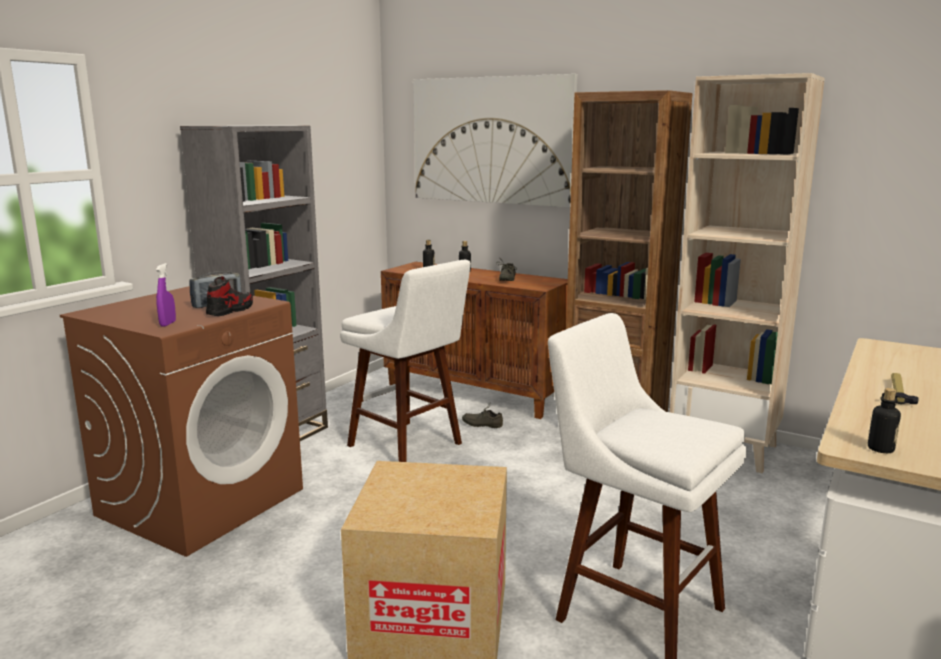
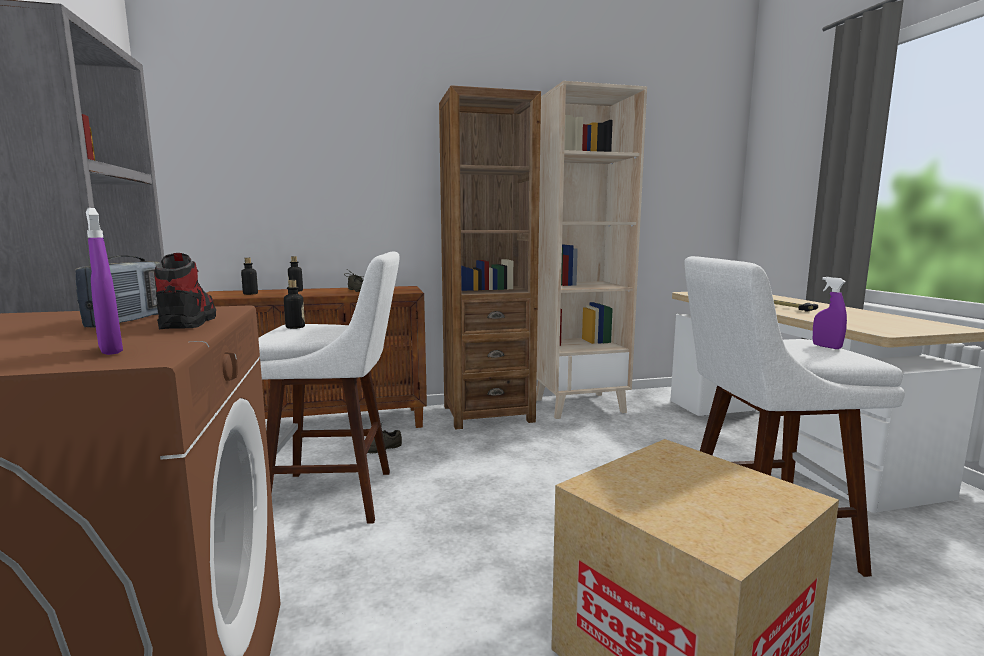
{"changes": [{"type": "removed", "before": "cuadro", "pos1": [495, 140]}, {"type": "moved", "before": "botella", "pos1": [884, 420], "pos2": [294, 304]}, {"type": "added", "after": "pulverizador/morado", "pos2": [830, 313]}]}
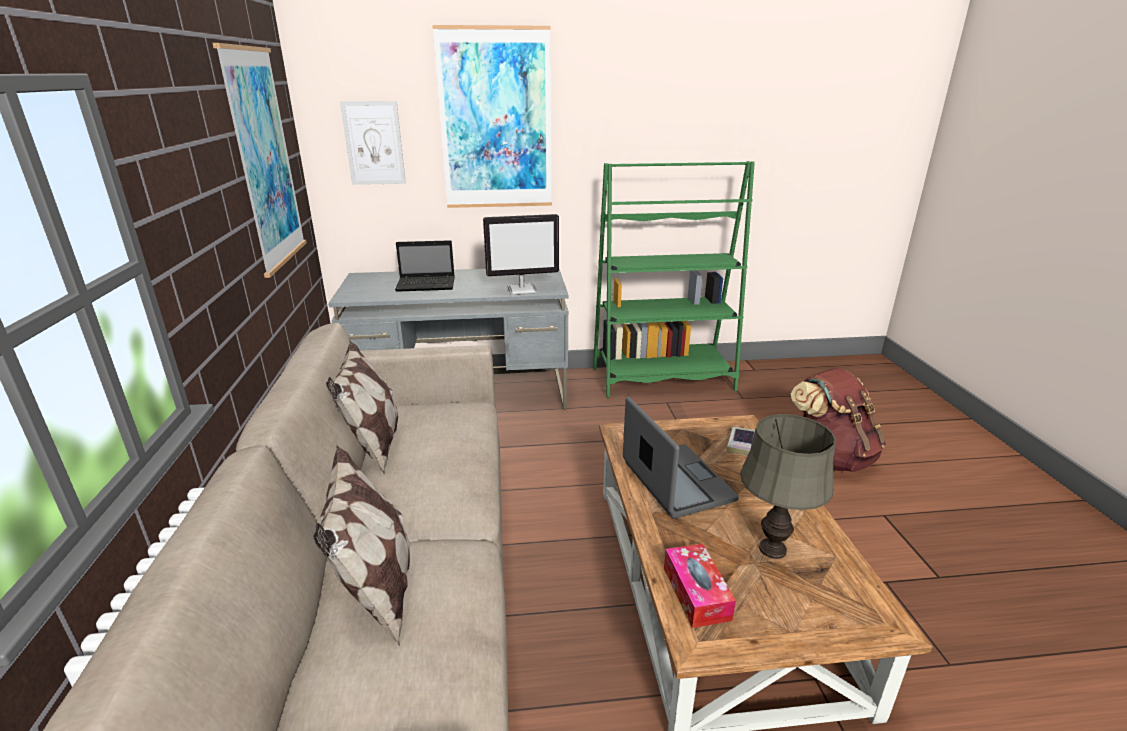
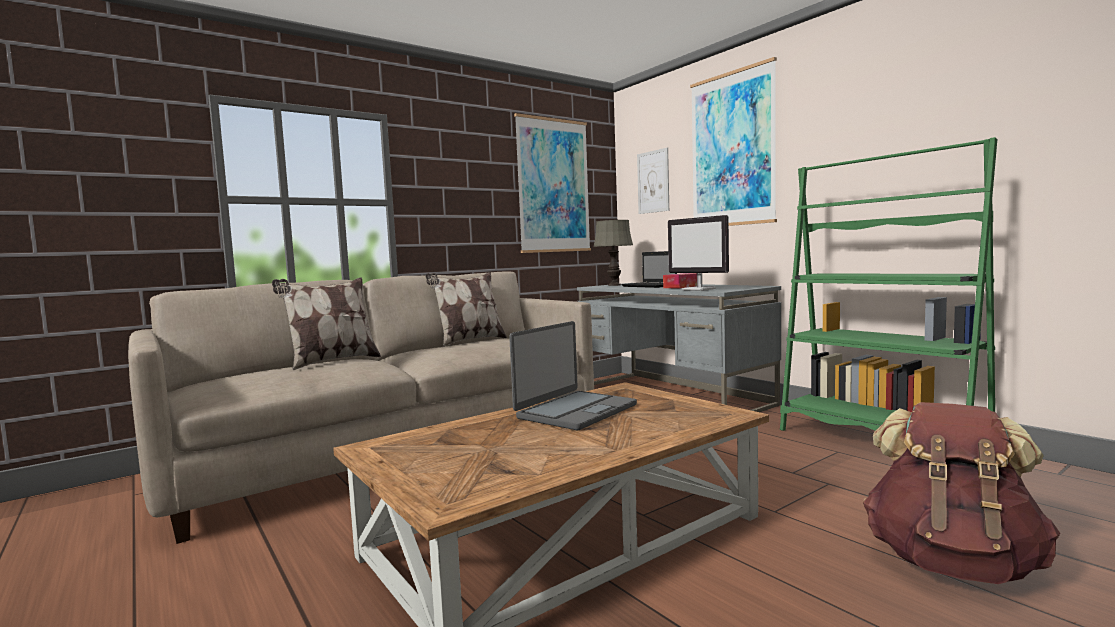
{"changes": [{"type": "moved", "before": "lámpara de mesa/gris", "pos1": [788, 486], "pos2": [613, 253]}, {"type": "removed", "before": "libro", "pos1": [741, 441]}, {"type": "moved", "before": "caja de pañuelos", "pos1": [700, 586], "pos2": [680, 281]}]}
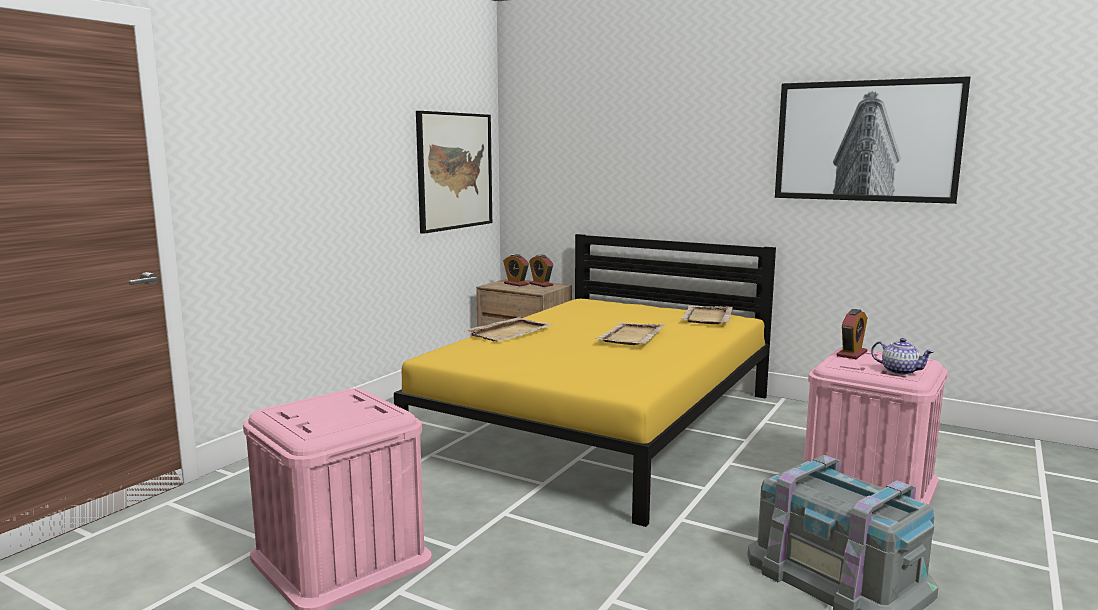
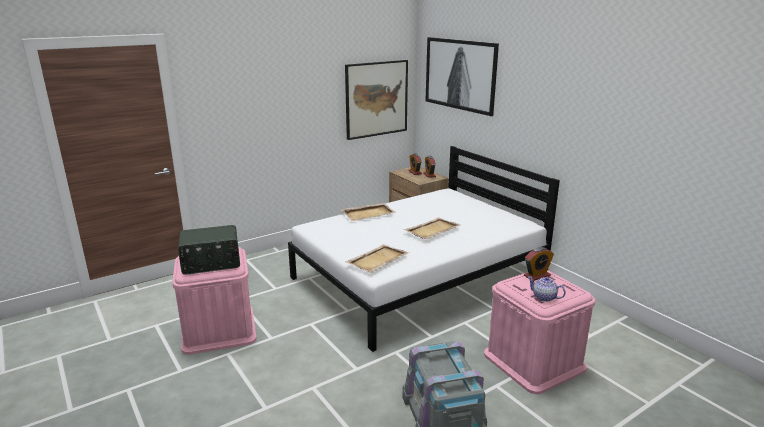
{"changes": [{"type": "moved", "before": "cuadro", "pos1": [873, 140], "pos2": [462, 76]}, {"type": "recoloured", "before": "cama/amarillo", "after": "cama/blanco", "pos1": [585, 380], "pos2": [424, 249]}, {"type": "moved", "before": "bandeja/beis", "pos1": [707, 315], "pos2": [377, 258]}, {"type": "turned", "before": "tetera", "pos1": [902, 356], "pos2": [547, 289], "turn": 150}, {"type": "added", "after": "radio", "pos2": [209, 250]}]}
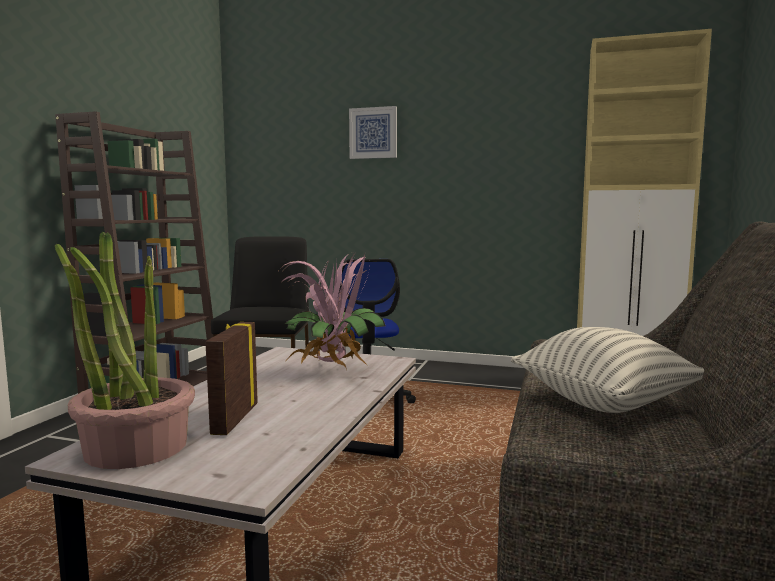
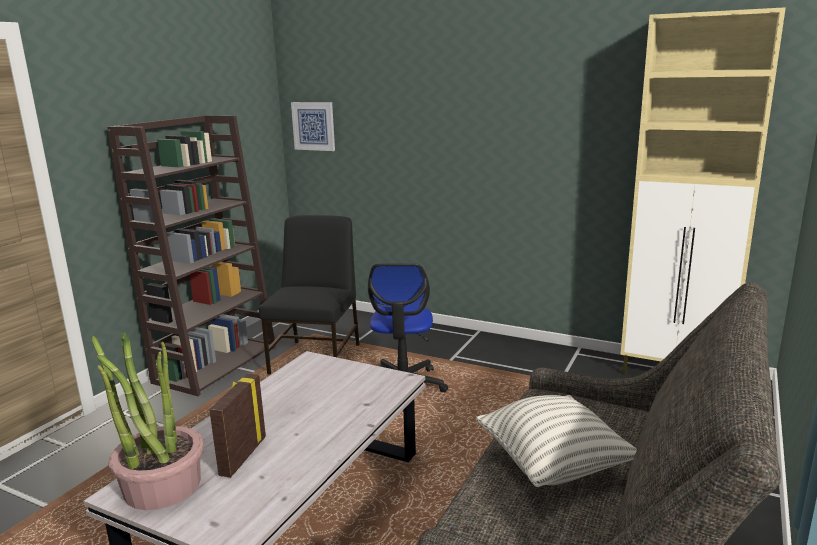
{"changes": [{"type": "moved", "before": "cuadro", "pos1": [373, 132], "pos2": [313, 126]}, {"type": "removed", "before": "planta en maceta", "pos1": [332, 311]}]}
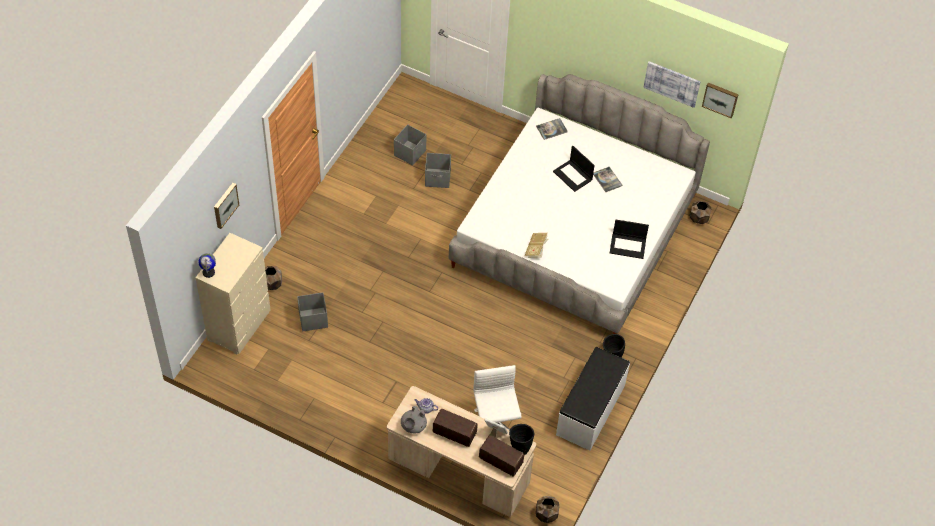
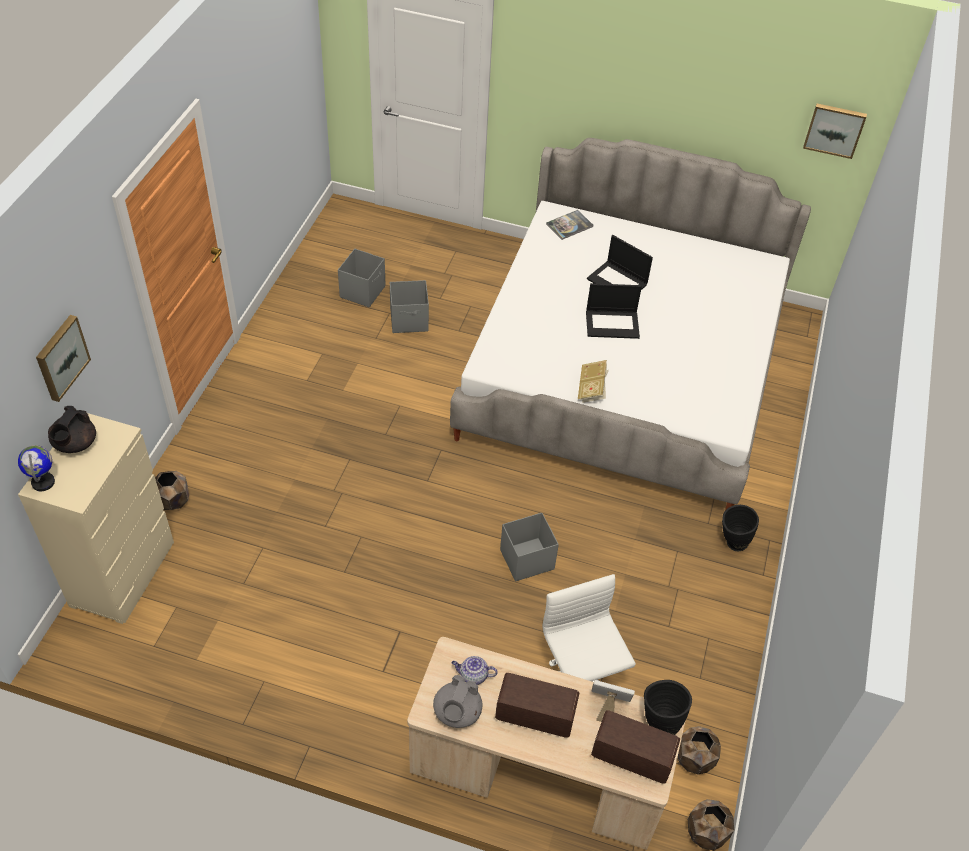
{"changes": [{"type": "removed", "before": "cuadro", "pos1": [672, 84]}, {"type": "removed", "before": "libro", "pos1": [608, 179]}, {"type": "moved", "before": "maceta/marrón", "pos1": [700, 212], "pos2": [699, 750]}, {"type": "moved", "before": "portátil", "pos1": [629, 239], "pos2": [614, 311]}, {"type": "moved", "before": "caja de almacenaje/gris", "pos1": [312, 311], "pos2": [529, 547]}, {"type": "removed", "before": "banco/blanco", "pos1": [593, 399]}, {"type": "added", "after": "tetera/negro", "pos2": [72, 429]}]}
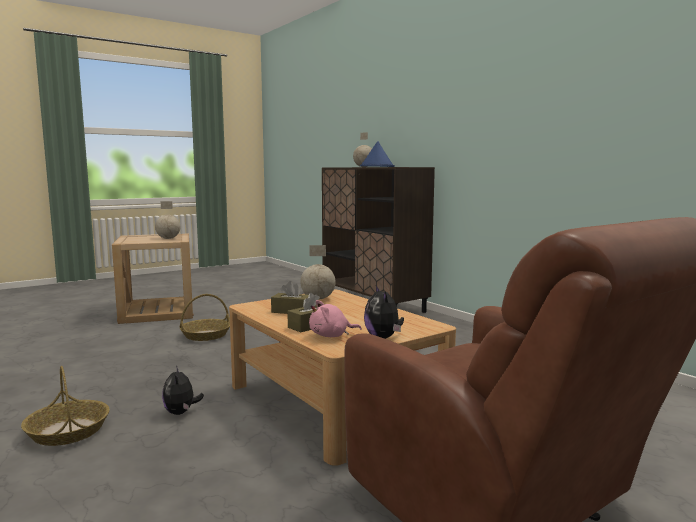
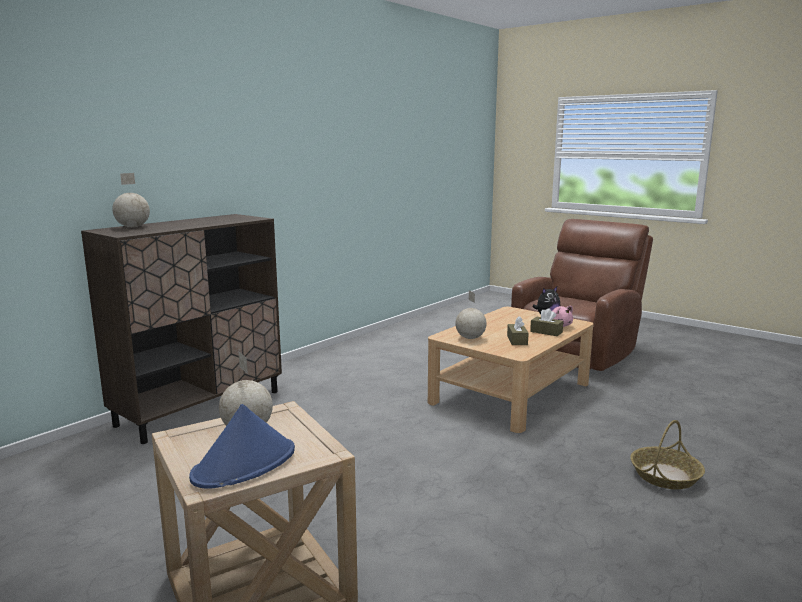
{"changes": [{"type": "moved", "before": "sombrero/azul", "pos1": [377, 154], "pos2": [242, 446]}, {"type": "removed", "before": "cesta", "pos1": [205, 317]}, {"type": "removed", "before": "peluche", "pos1": [183, 390]}]}
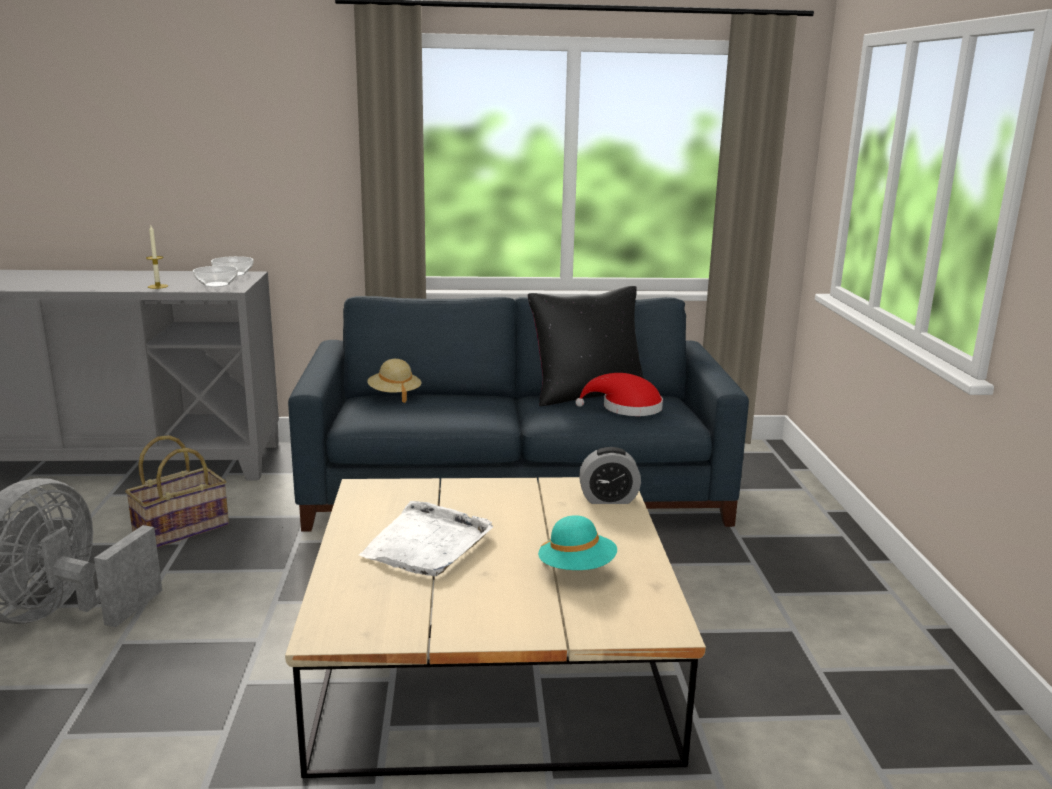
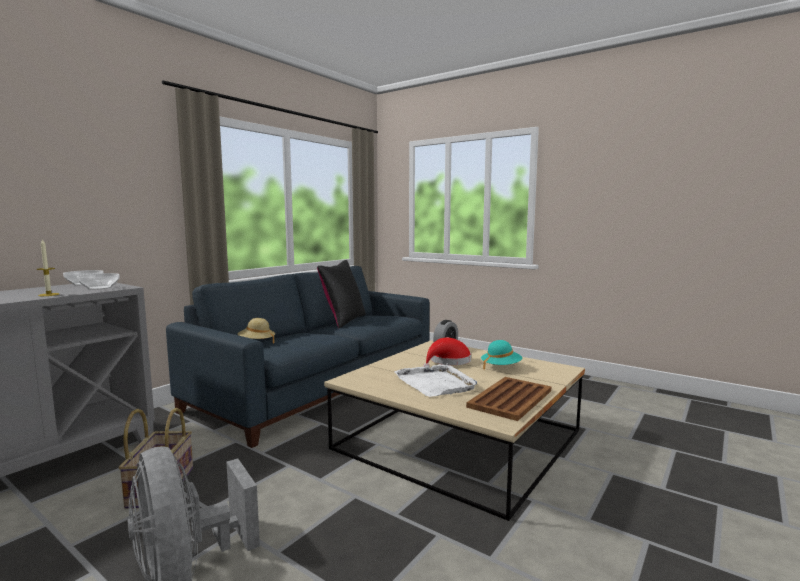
{"changes": [{"type": "moved", "before": "sombrero/rojo", "pos1": [619, 394], "pos2": [447, 352]}, {"type": "added", "after": "bandeja/marrón", "pos2": [508, 399]}]}
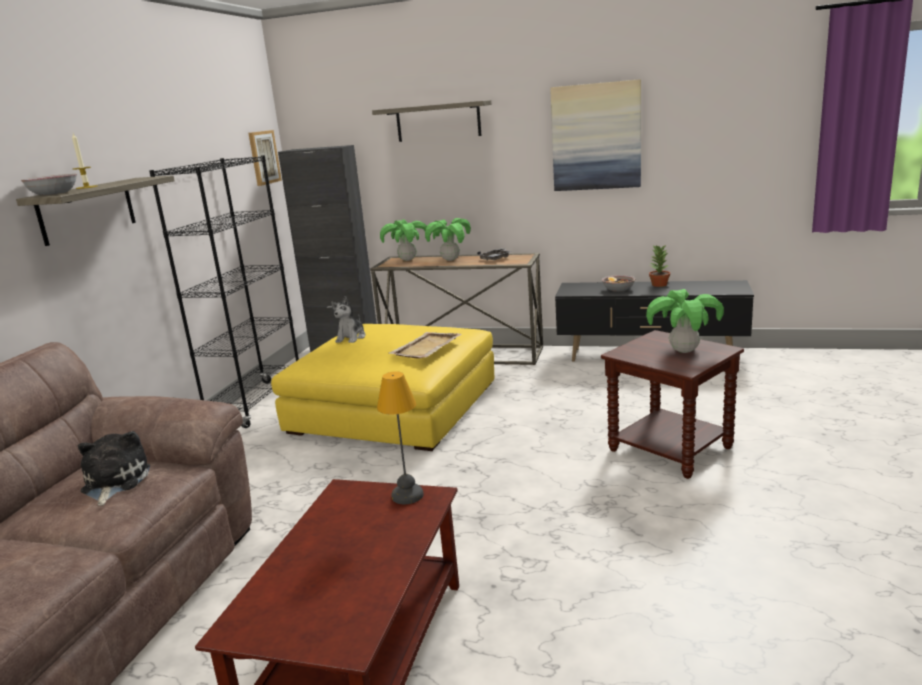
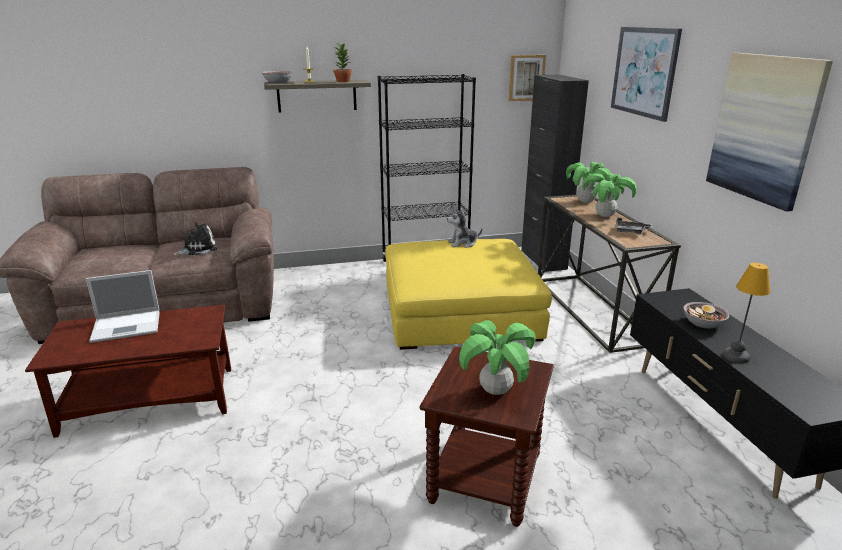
{"changes": [{"type": "replaced", "before": "estante", "after": "cuadro", "pos1": [431, 121], "pos2": [646, 74]}, {"type": "moved", "before": "planta en maceta", "pos1": [659, 266], "pos2": [342, 62]}, {"type": "removed", "before": "bandeja/beis", "pos1": [425, 345]}, {"type": "moved", "before": "lámpara de mesa", "pos1": [400, 437], "pos2": [746, 313]}, {"type": "added", "after": "portátil", "pos2": [123, 306]}]}
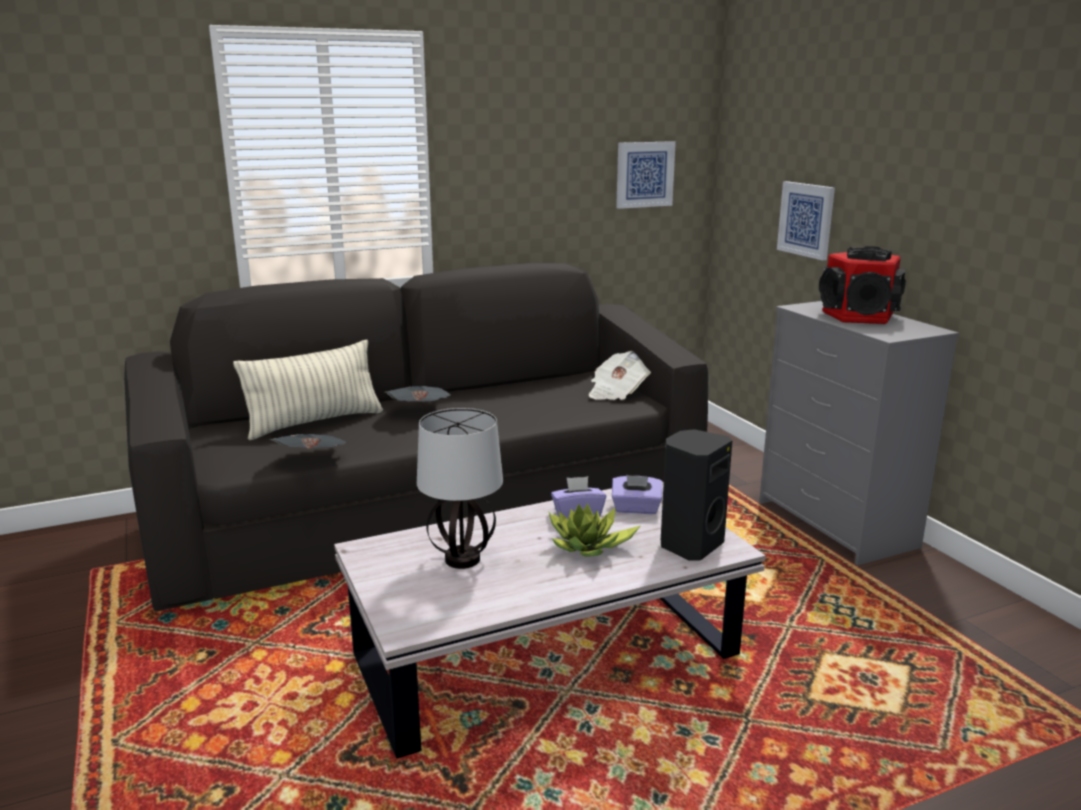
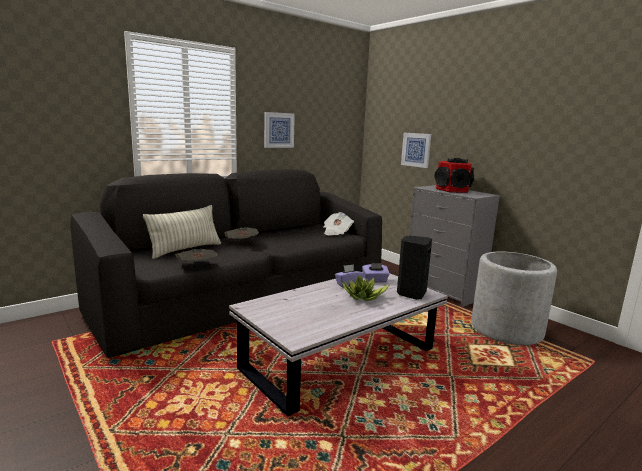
{"changes": [{"type": "moved", "before": "cuadro", "pos1": [646, 175], "pos2": [279, 130]}, {"type": "removed", "before": "lámpara de mesa", "pos1": [460, 488]}, {"type": "added", "after": "maceta/gris", "pos2": [514, 298]}]}
